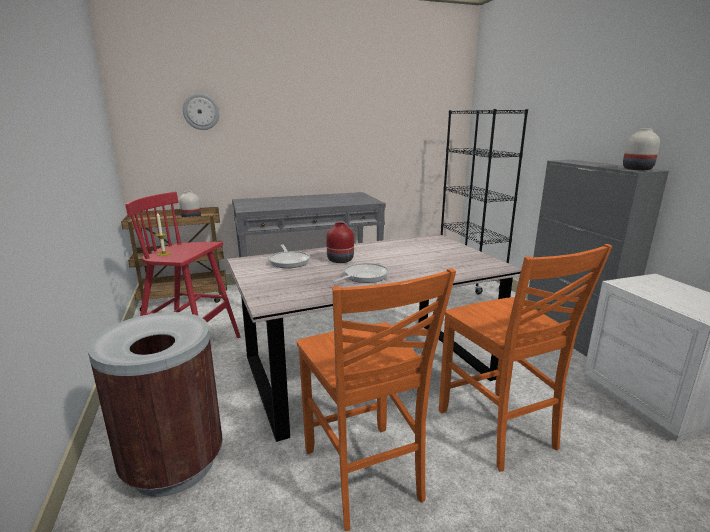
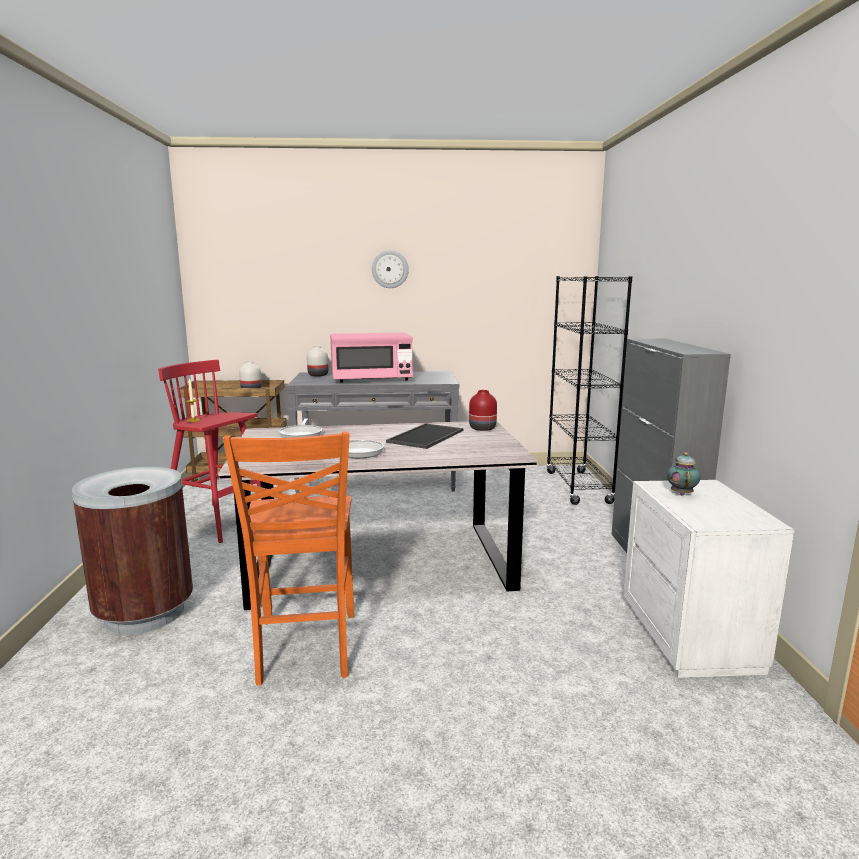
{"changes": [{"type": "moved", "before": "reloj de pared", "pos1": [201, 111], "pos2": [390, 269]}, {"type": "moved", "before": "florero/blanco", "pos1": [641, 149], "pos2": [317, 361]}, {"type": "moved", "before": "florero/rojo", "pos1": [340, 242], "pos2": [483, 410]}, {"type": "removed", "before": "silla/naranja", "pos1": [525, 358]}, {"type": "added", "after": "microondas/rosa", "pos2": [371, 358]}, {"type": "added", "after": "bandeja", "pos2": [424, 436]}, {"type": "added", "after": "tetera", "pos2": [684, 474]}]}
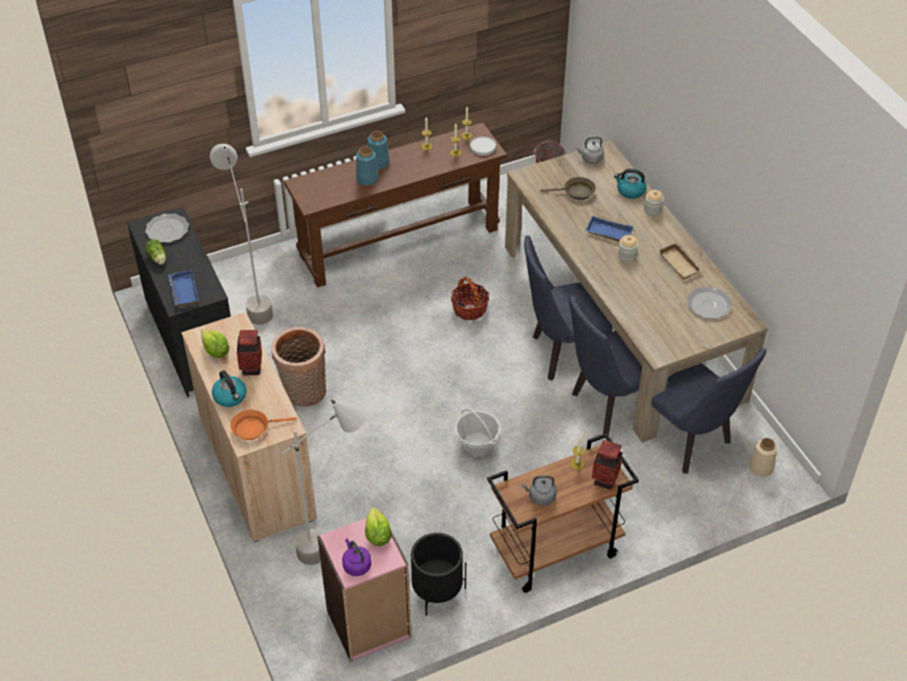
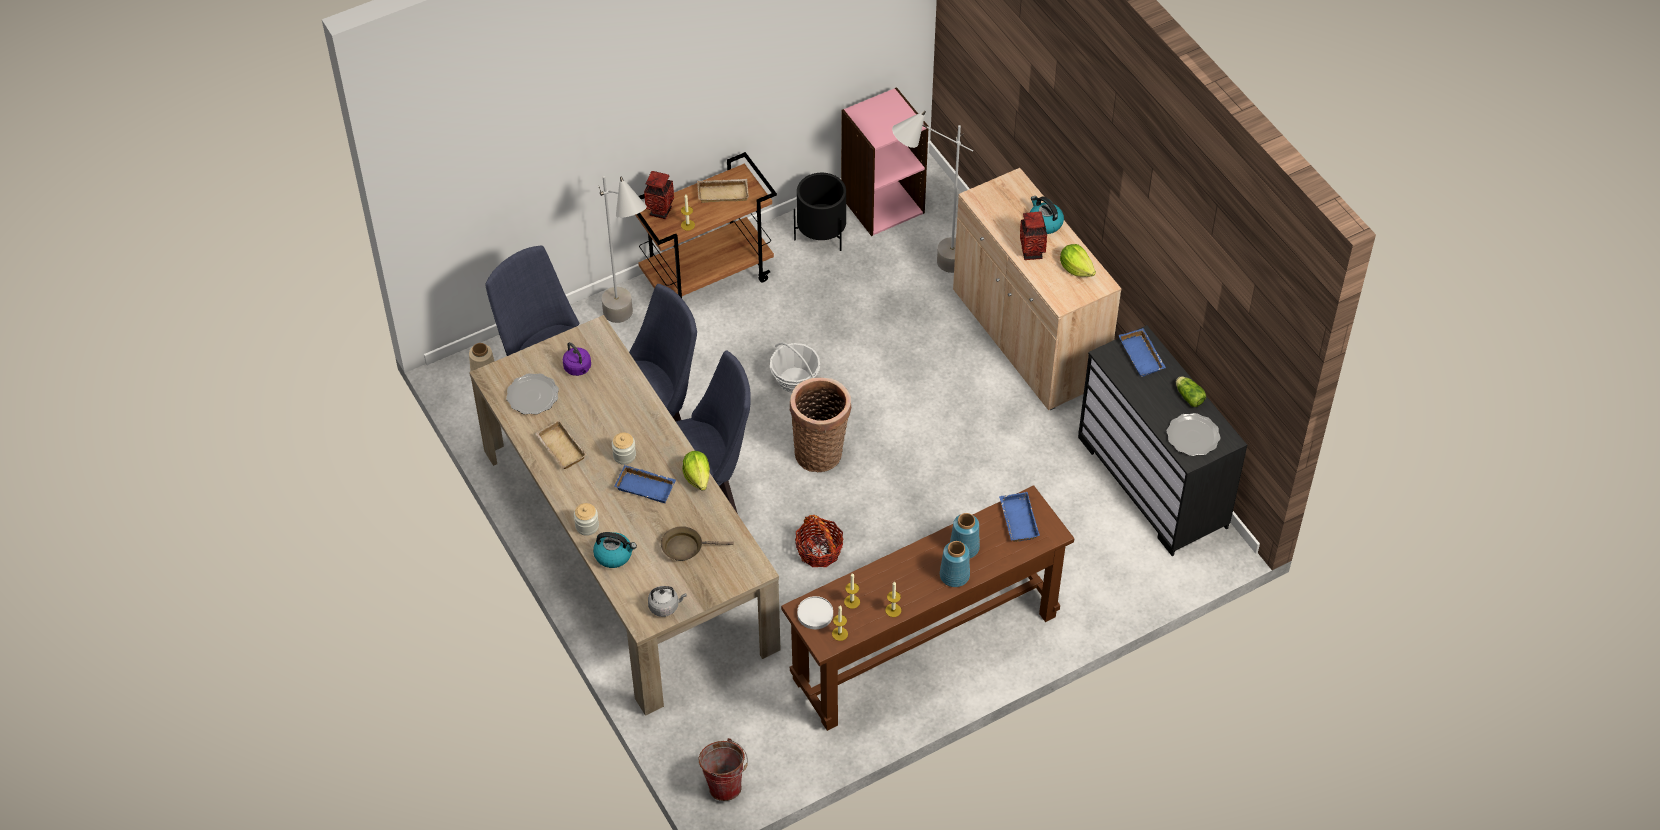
{"changes": [{"type": "moved", "before": "lámpara de pie/gris", "pos1": [241, 234], "pos2": [622, 249]}, {"type": "moved", "before": "cesta", "pos1": [298, 367], "pos2": [820, 425]}, {"type": "removed", "before": "sartén/naranja", "pos1": [263, 425]}, {"type": "replaced", "before": "hervidor/gris", "after": "bandeja/beis", "pos1": [539, 490], "pos2": [723, 191]}, {"type": "moved", "before": "lechuga", "pos1": [378, 526], "pos2": [696, 471]}, {"type": "moved", "before": "hervidor/morado", "pos1": [356, 557], "pos2": [577, 359]}, {"type": "added", "after": "bandeja/azul", "pos2": [1019, 517]}]}
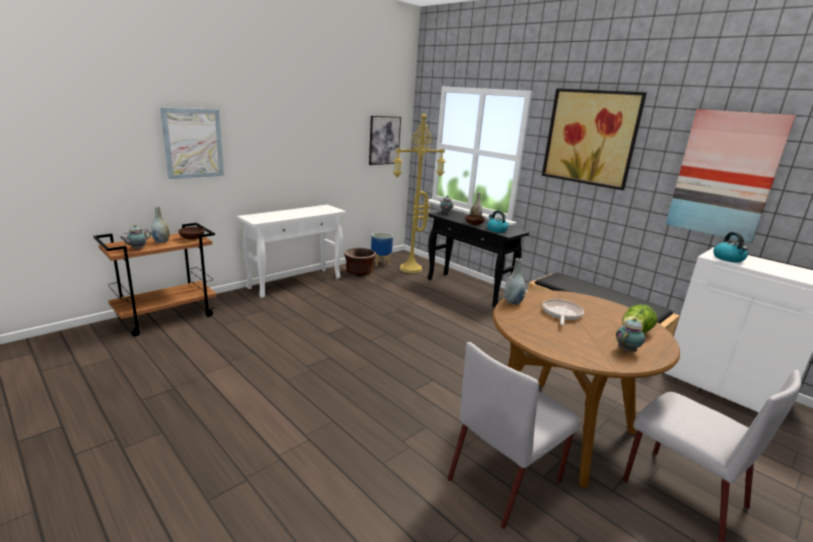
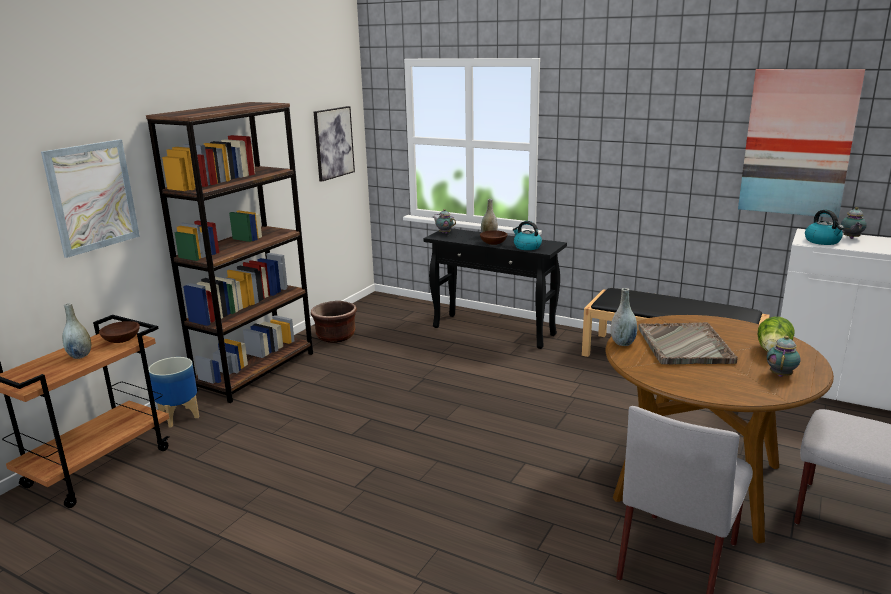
{"changes": [{"type": "removed", "before": "cuadro", "pos1": [594, 139]}, {"type": "removed", "before": "lámpara de pie/amarillo", "pos1": [419, 193]}, {"type": "replaced", "before": "mesa consola/blanco", "after": "estantería/marrón", "pos1": [291, 251], "pos2": [229, 252]}, {"type": "moved", "before": "tetera", "pos1": [135, 237], "pos2": [854, 223]}, {"type": "moved", "before": "maceta", "pos1": [382, 249], "pos2": [173, 392]}, {"type": "replaced", "before": "sartén", "after": "bandeja/gris", "pos1": [563, 312], "pos2": [688, 343]}]}
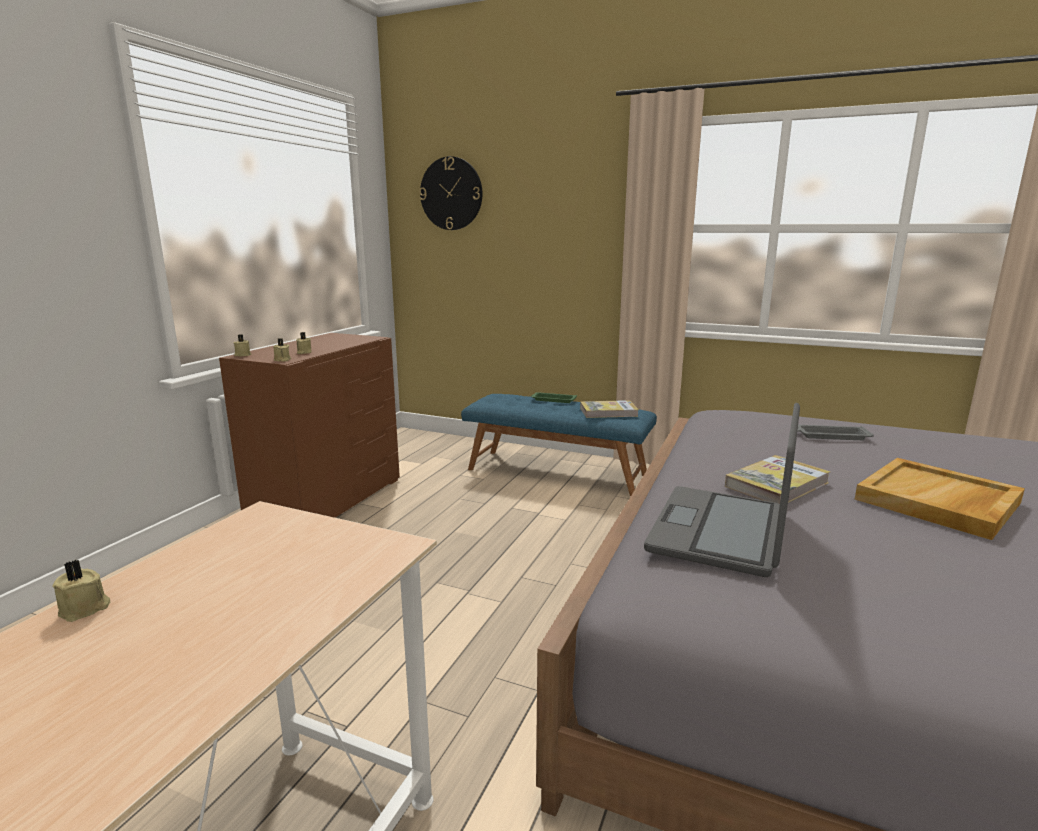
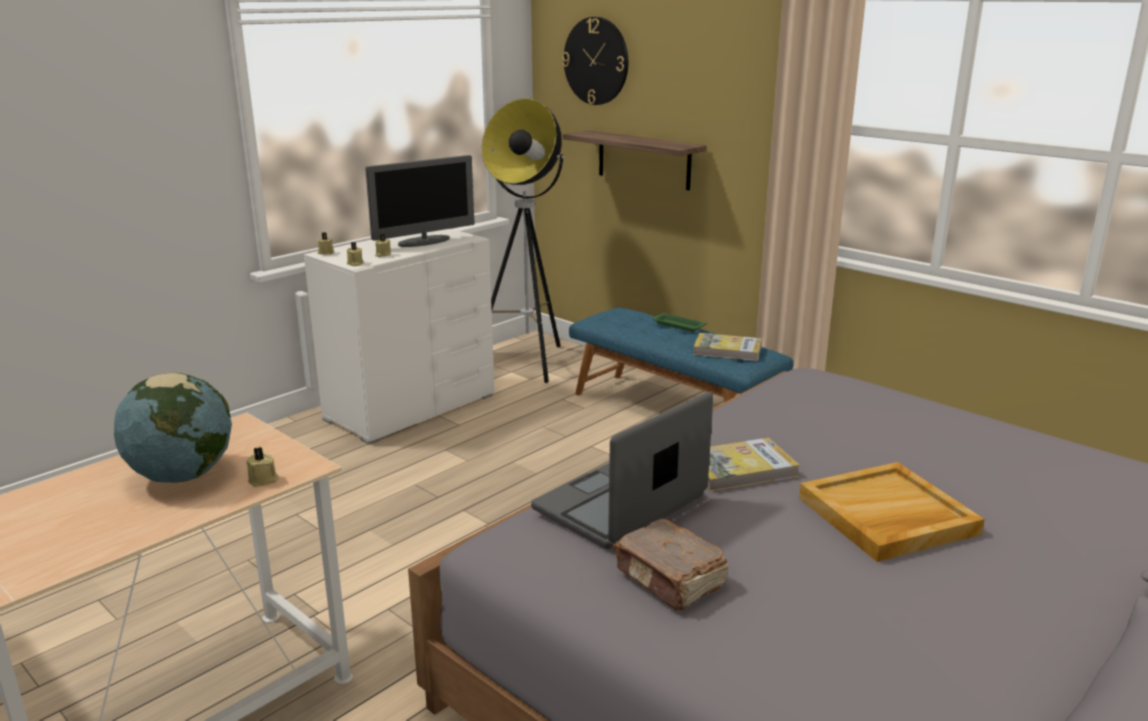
{"changes": [{"type": "recoloured", "before": "cómoda/marrón", "after": "cómoda/blanco", "pos1": [309, 425], "pos2": [399, 337]}, {"type": "removed", "before": "bandeja/gris", "pos1": [835, 432]}, {"type": "moved", "before": "vela/beis", "pos1": [81, 591], "pos2": [262, 467]}, {"type": "added", "after": "lámpara de pie", "pos2": [523, 240]}, {"type": "added", "after": "estante", "pos2": [634, 160]}, {"type": "added", "after": "monitor", "pos2": [420, 201]}, {"type": "added", "after": "globo terráqueo", "pos2": [173, 428]}, {"type": "added", "after": "libro/marrón", "pos2": [671, 565]}]}
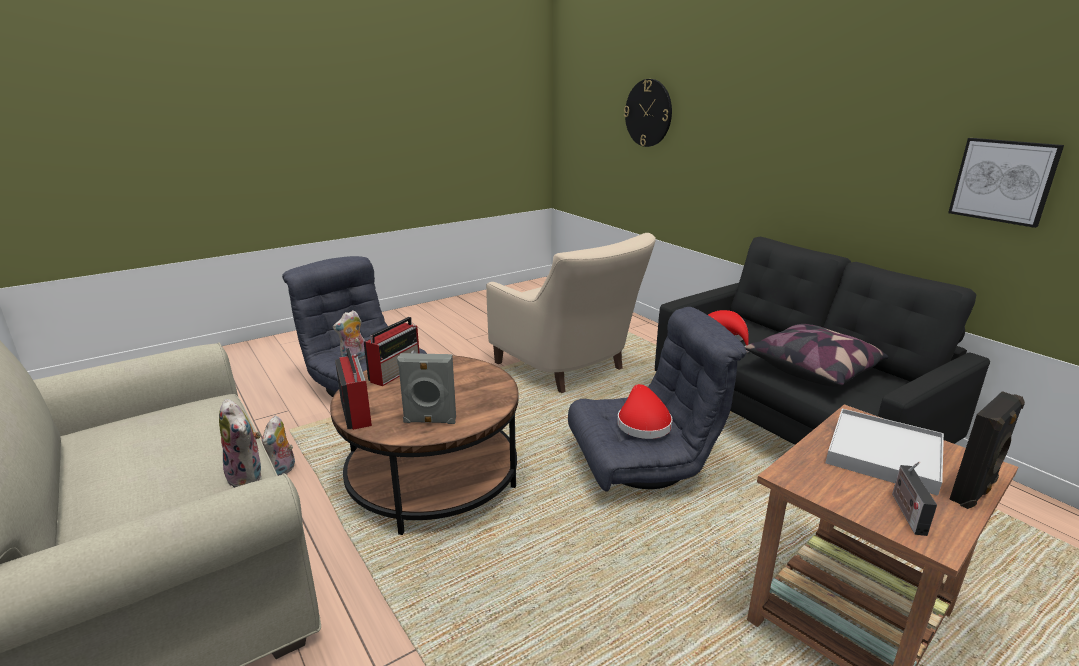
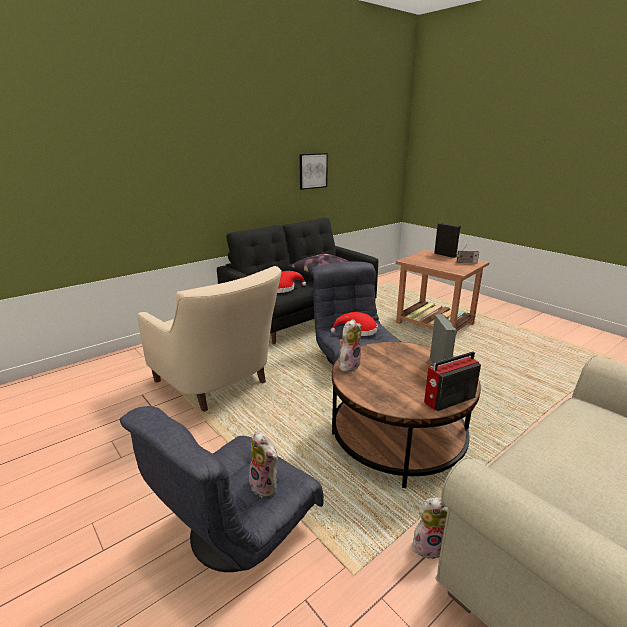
{"changes": [{"type": "removed", "before": "reloj de pared", "pos1": [648, 113]}, {"type": "turned", "before": "sillón/beis", "pos1": [571, 313], "pos2": [209, 339], "turn": 90}, {"type": "removed", "before": "radio", "pos1": [392, 351]}, {"type": "moved", "before": "peluche", "pos1": [240, 443], "pos2": [350, 345]}, {"type": "removed", "before": "bandeja/blanco", "pos1": [885, 452]}]}
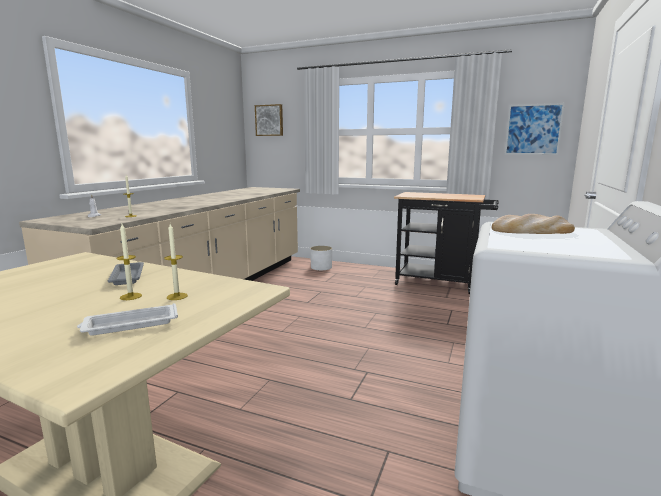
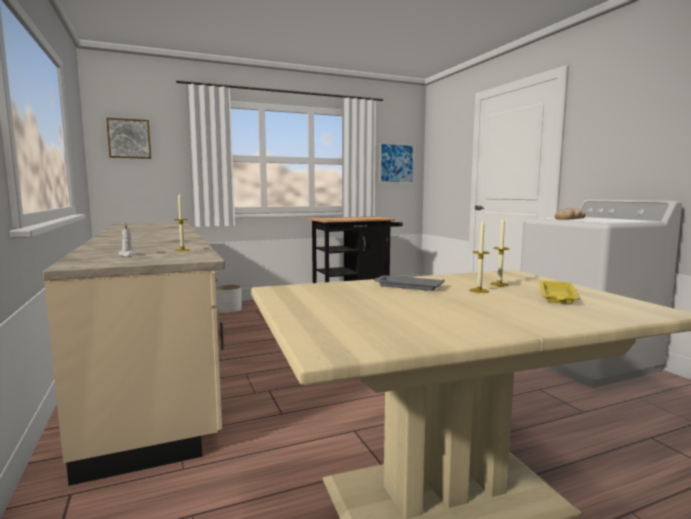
{"changes": [{"type": "recoloured", "before": "bandeja/blanco", "after": "bandeja/amarillo", "pos1": [127, 319], "pos2": [560, 292]}]}
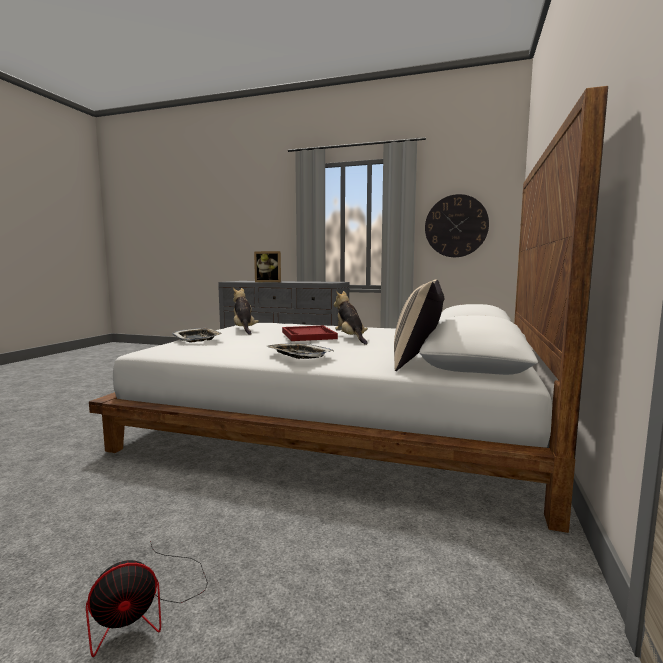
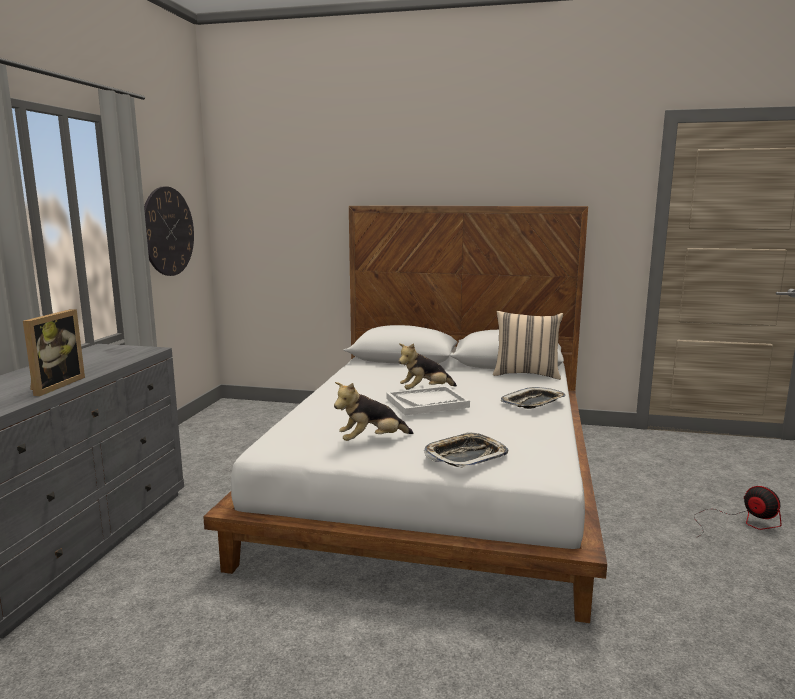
{"changes": [{"type": "recoloured", "before": "bandeja/rojo", "after": "bandeja/blanco", "pos1": [310, 333], "pos2": [428, 400]}]}
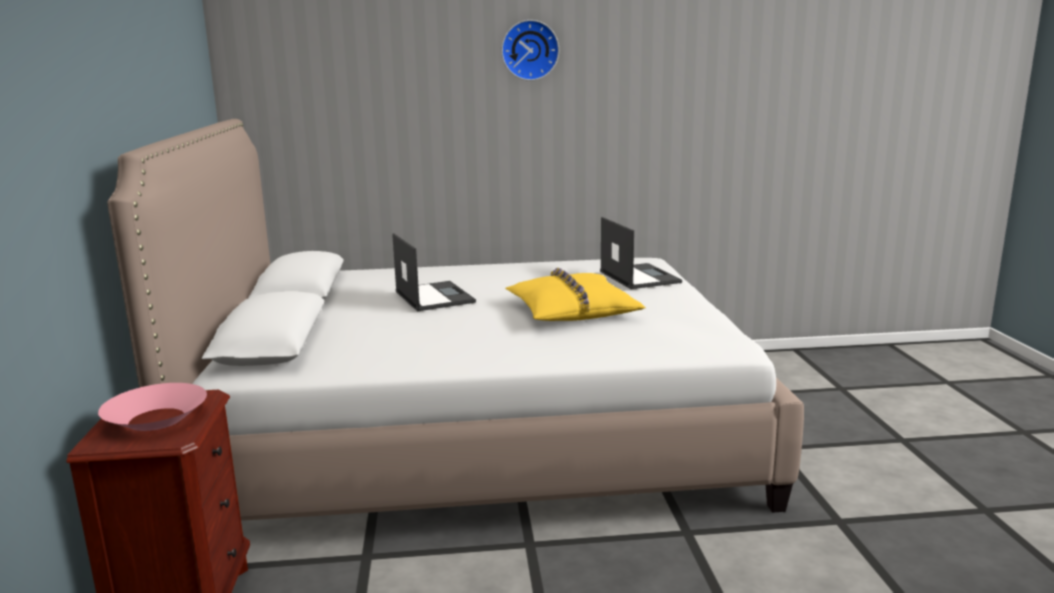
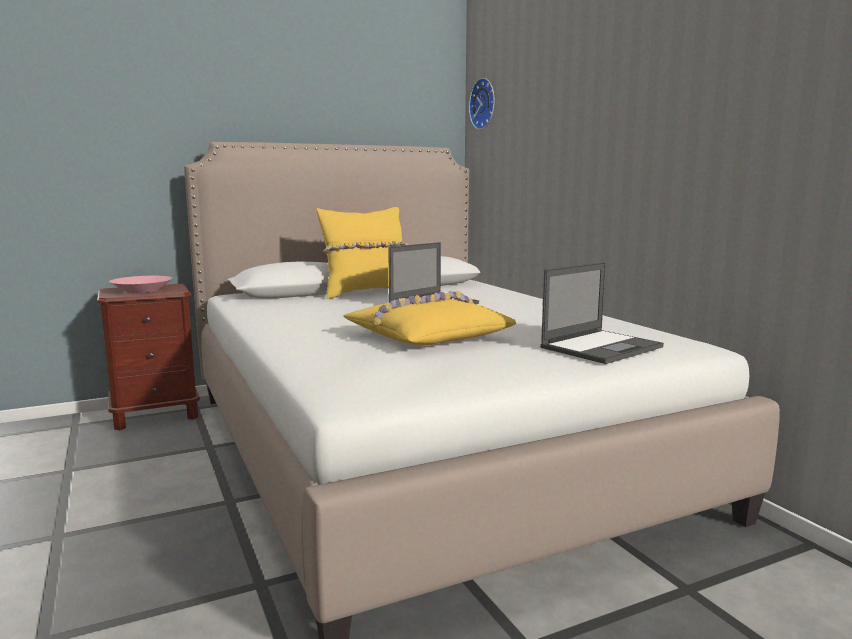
{"changes": [{"type": "moved", "before": "reloj de pared", "pos1": [530, 50], "pos2": [481, 104]}, {"type": "added", "after": "cojín/amarillo", "pos2": [362, 253]}]}
